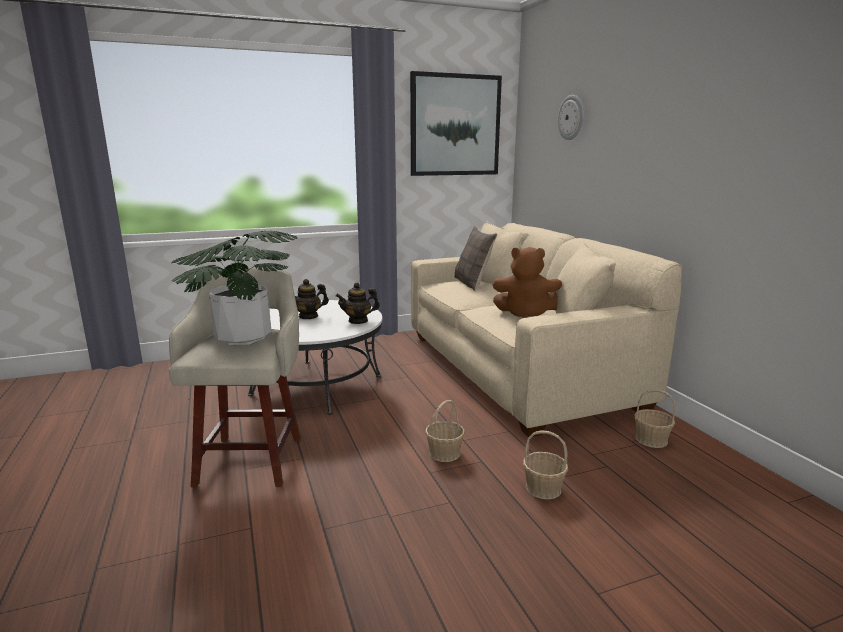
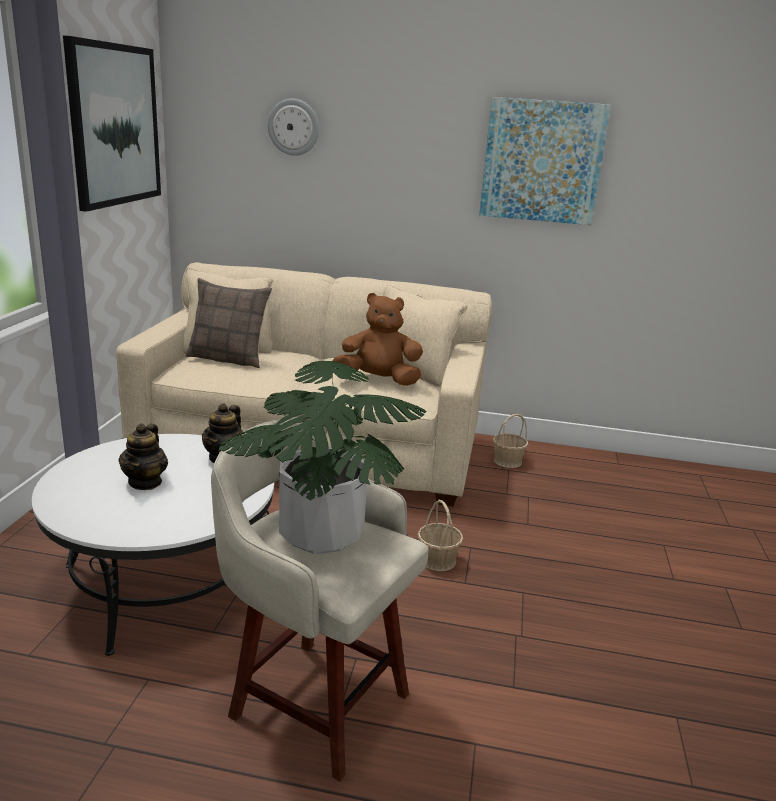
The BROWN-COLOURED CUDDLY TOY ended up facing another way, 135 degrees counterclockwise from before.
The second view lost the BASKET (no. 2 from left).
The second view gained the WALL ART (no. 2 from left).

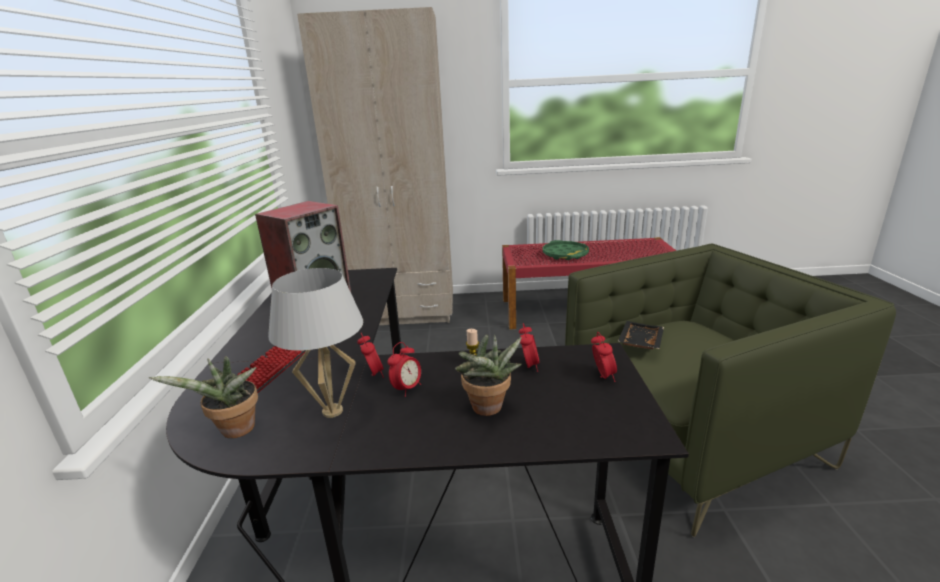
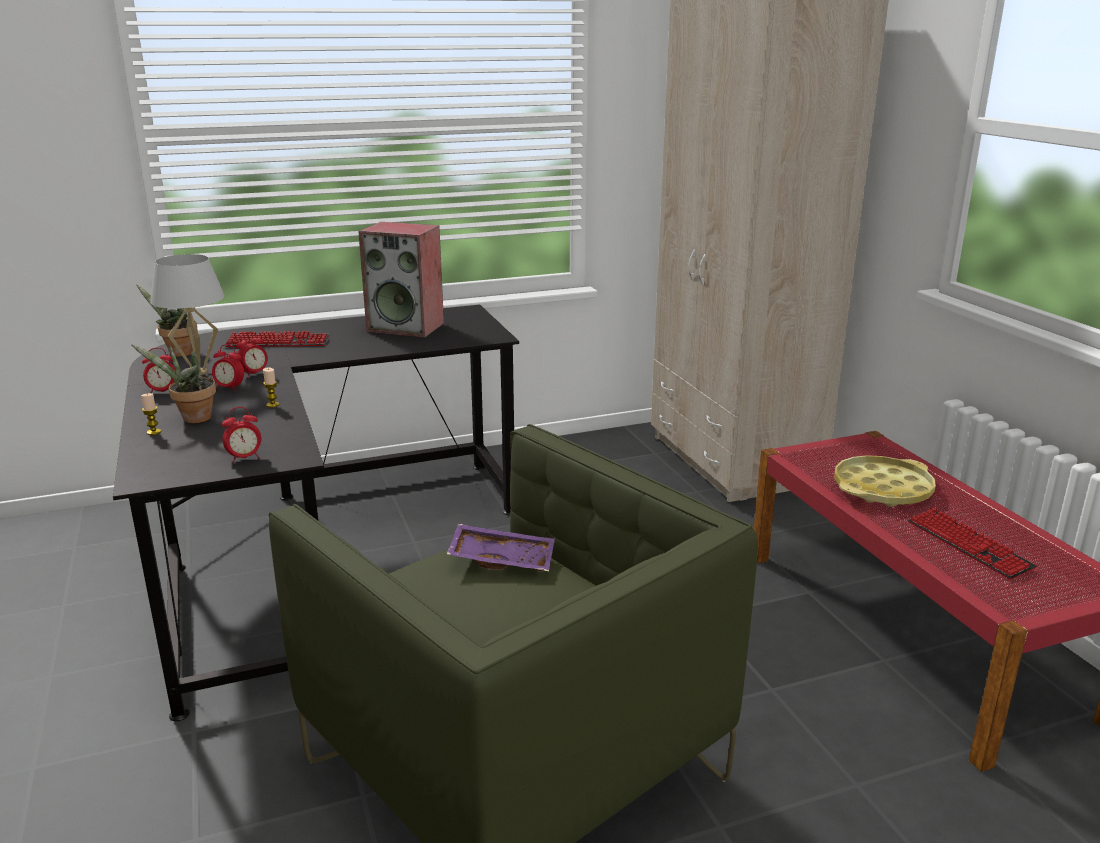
What was the GREEN SERVING TRAY turned into the YELLOWISH SERVING TRAY.
What was the BLACKISH SERVING TRAY turned into the PURPLE SERVING TRAY.
The BEDSIDE CLOCK (no. 3 from left in the first image) ended up elsewhere.
The second view gained the CANDLE (no. 1 from left).
The second view gained the KEYBOARD (no. 2 from left).

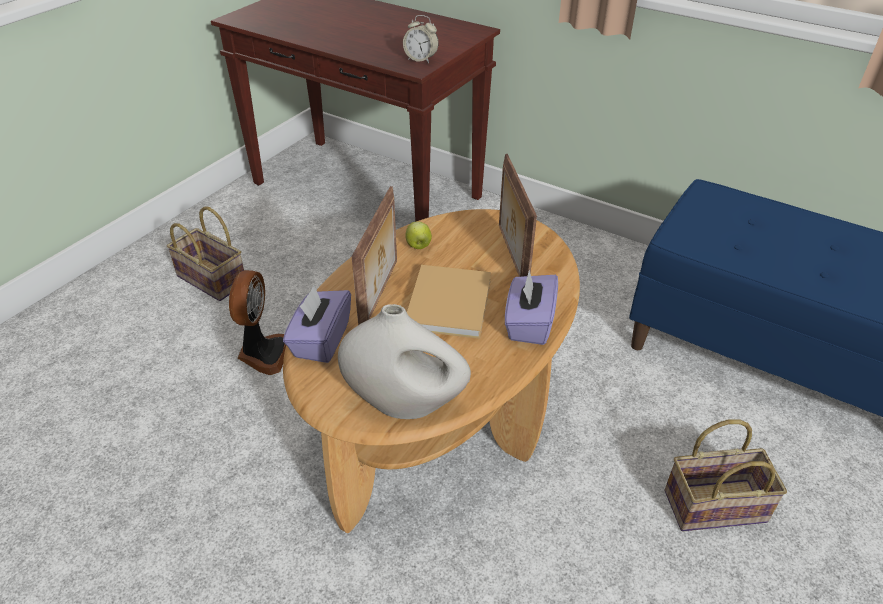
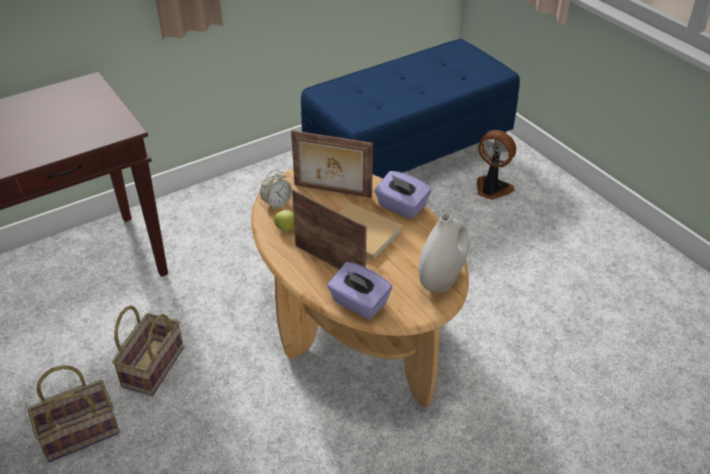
The BEDSIDE CLOCK ended up elsewhere.
The FAN ended up elsewhere.
The BASKET (no. 2 from left) ended up elsewhere.

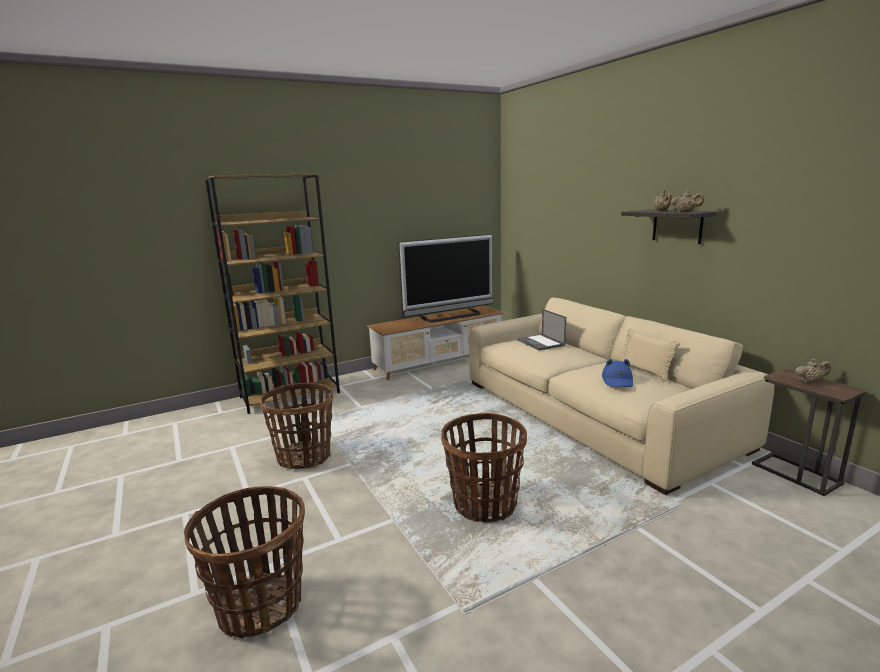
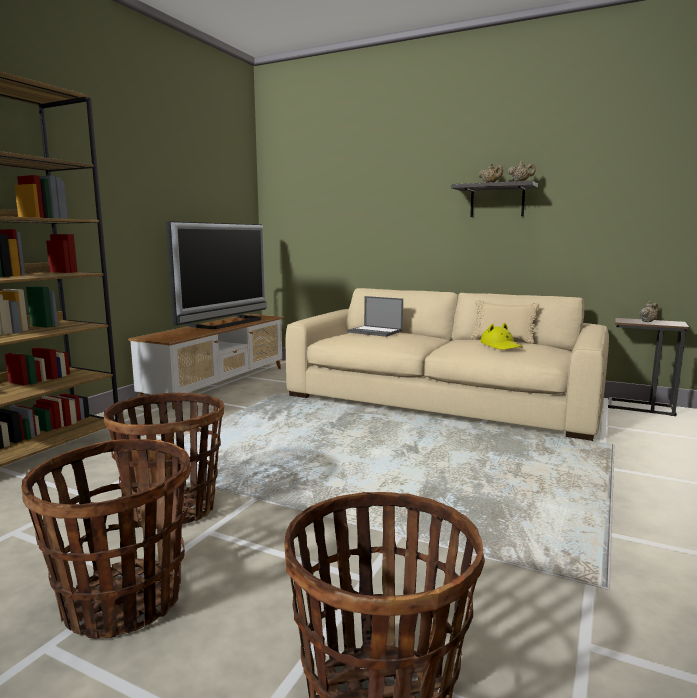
What was the BLUE HAT turned into the YELLOWISH HAT.
The BASKET (no. 3 from left in the first image) ended up elsewhere.

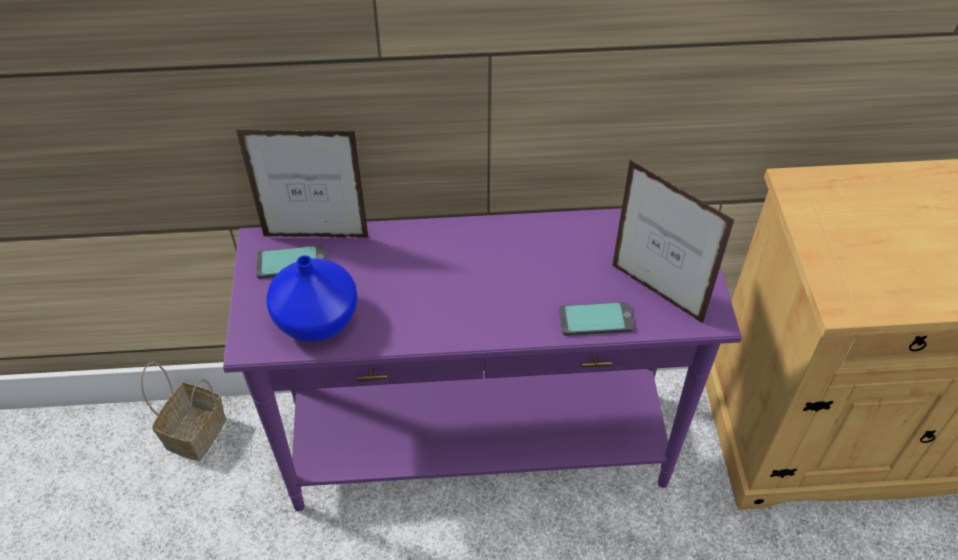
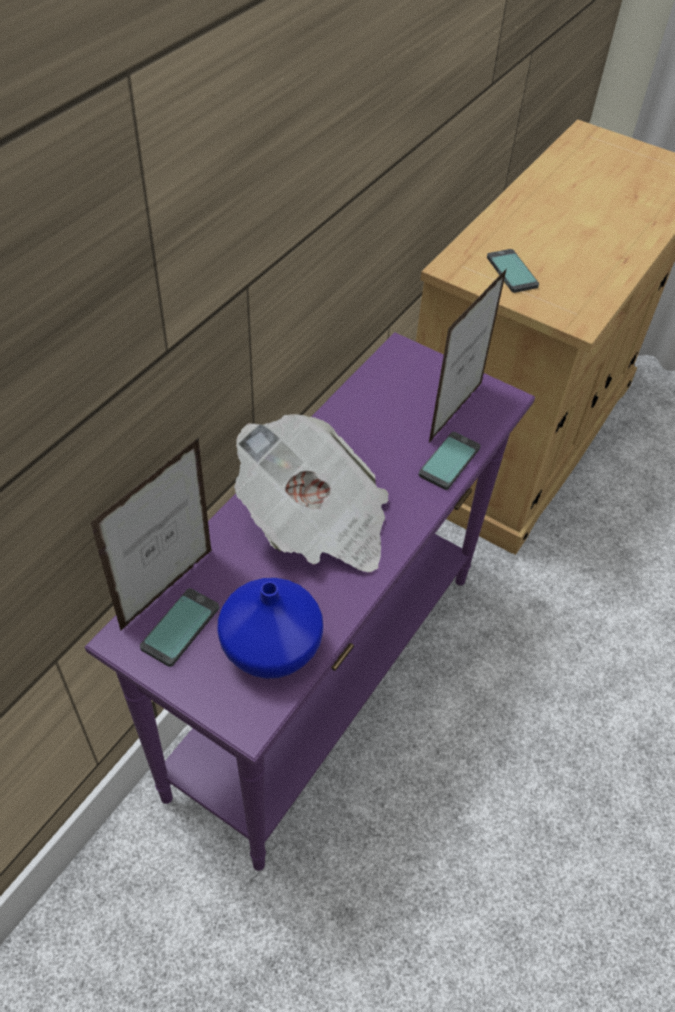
The PICTURE FRAME (no. 2 from left) ended up facing another way, 135 degrees clockwise from before.
The second view lost the BASKET.
The second view gained the PHONE (no. 3 from left).
The second view gained the NEWSPAPER.

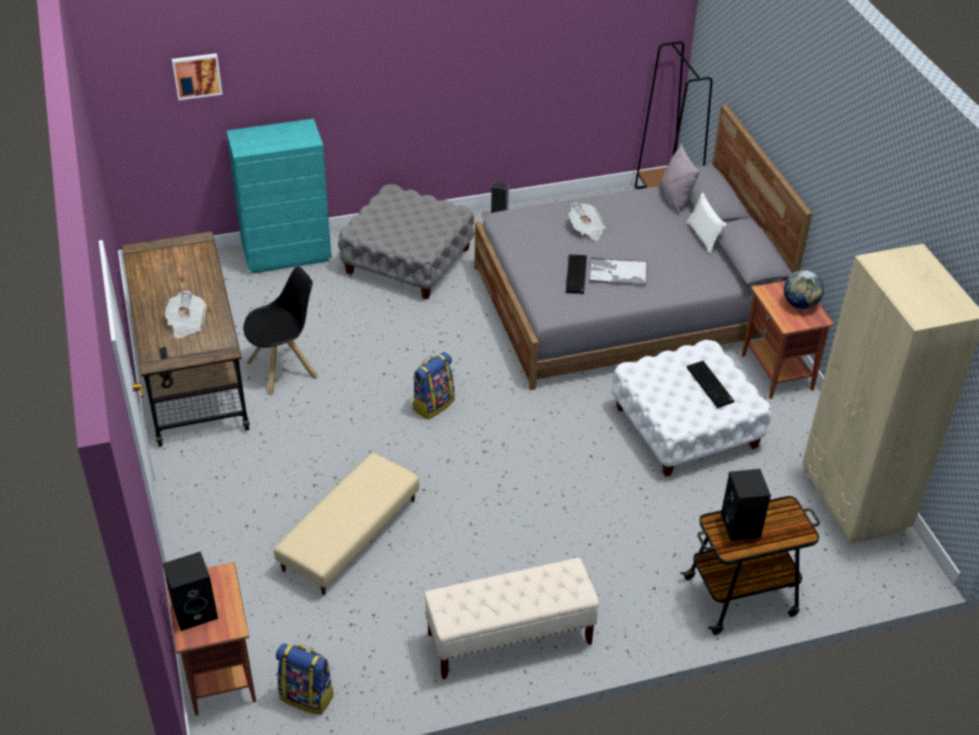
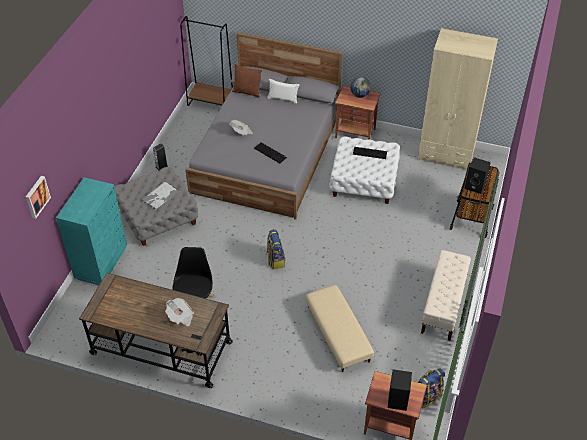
What was the PURPLE THROW PILLOW turned into the BROWN-COLOURED THROW PILLOW.
The SERVING TRAY ended up elsewhere.

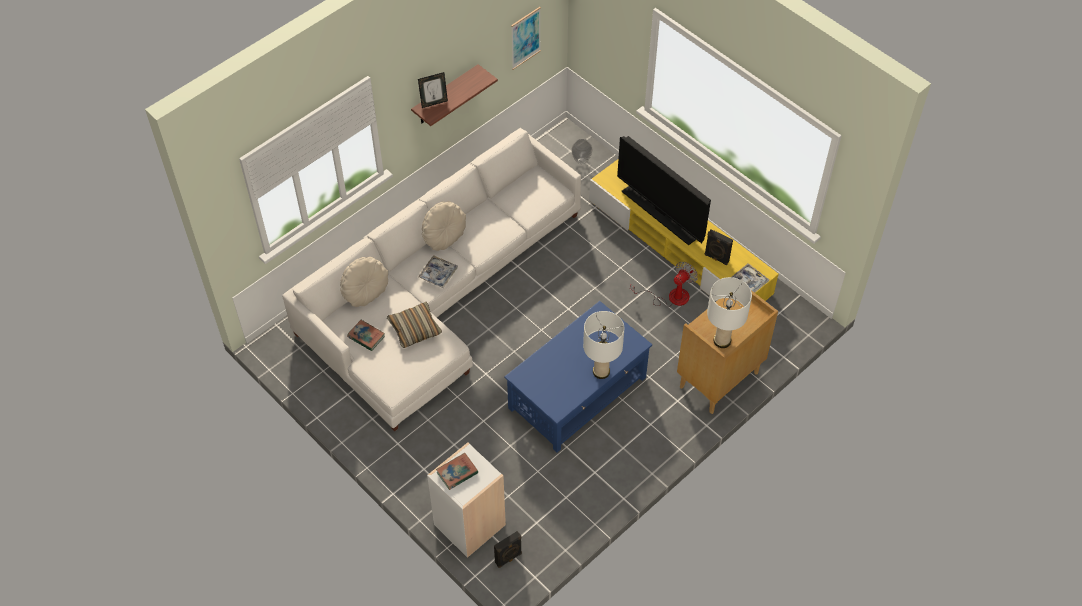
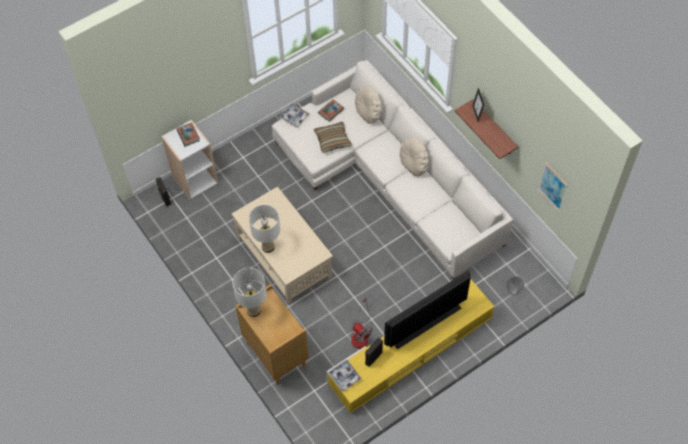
The SERVING TRAY (no. 1 from left) ended up elsewhere.
What was the BLUE LOUNGE TABLE turned into the BEIGE-COLOURED LOUNGE TABLE.

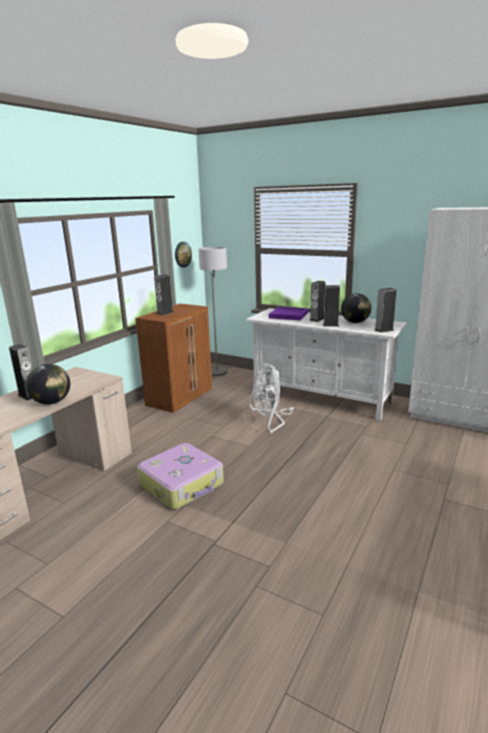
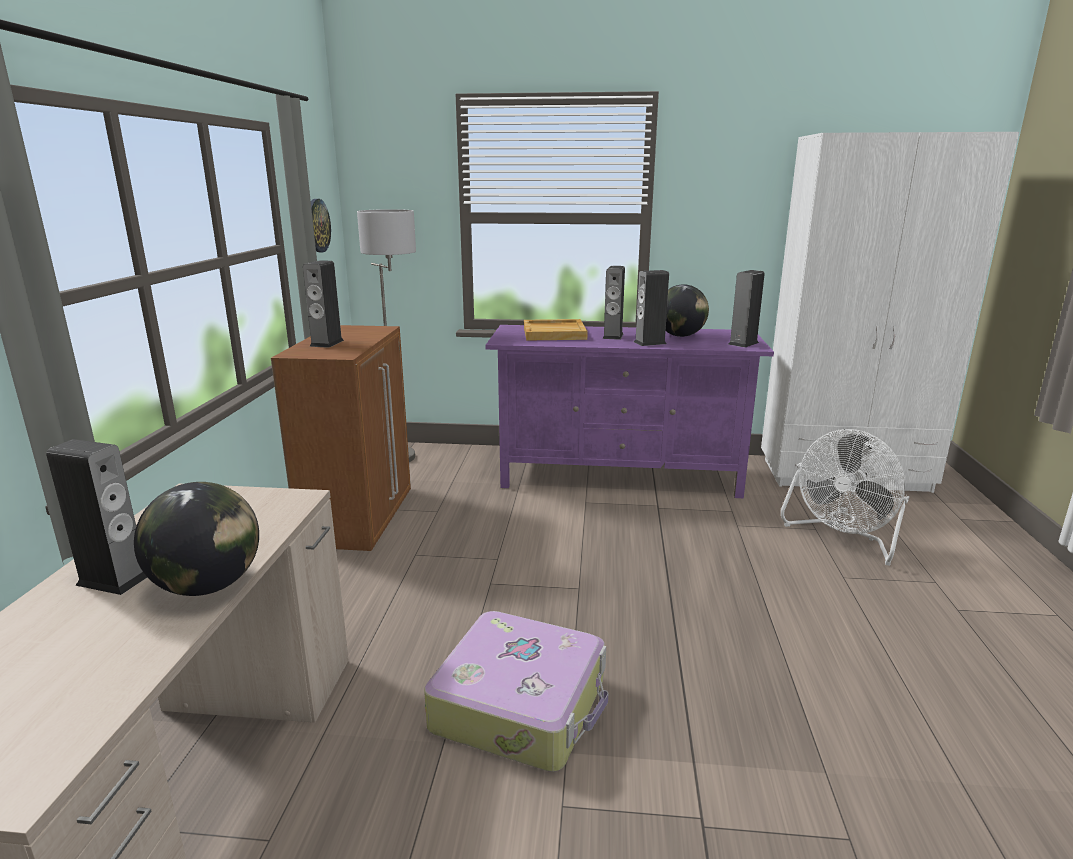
What was the PURPLE SERVING TRAY turned into the BEIGE-COLOURED SERVING TRAY.
What was the WHITE-COLOURED CHEST OF DRAWERS turned into the PURPLE CHEST OF DRAWERS.
The WHITE-COLOURED FAN ended up elsewhere.

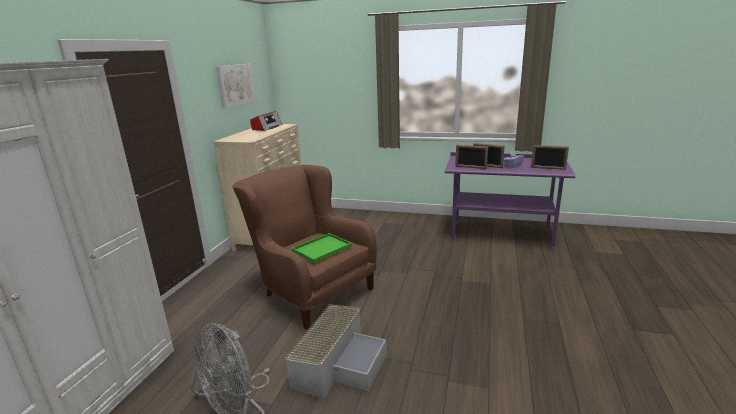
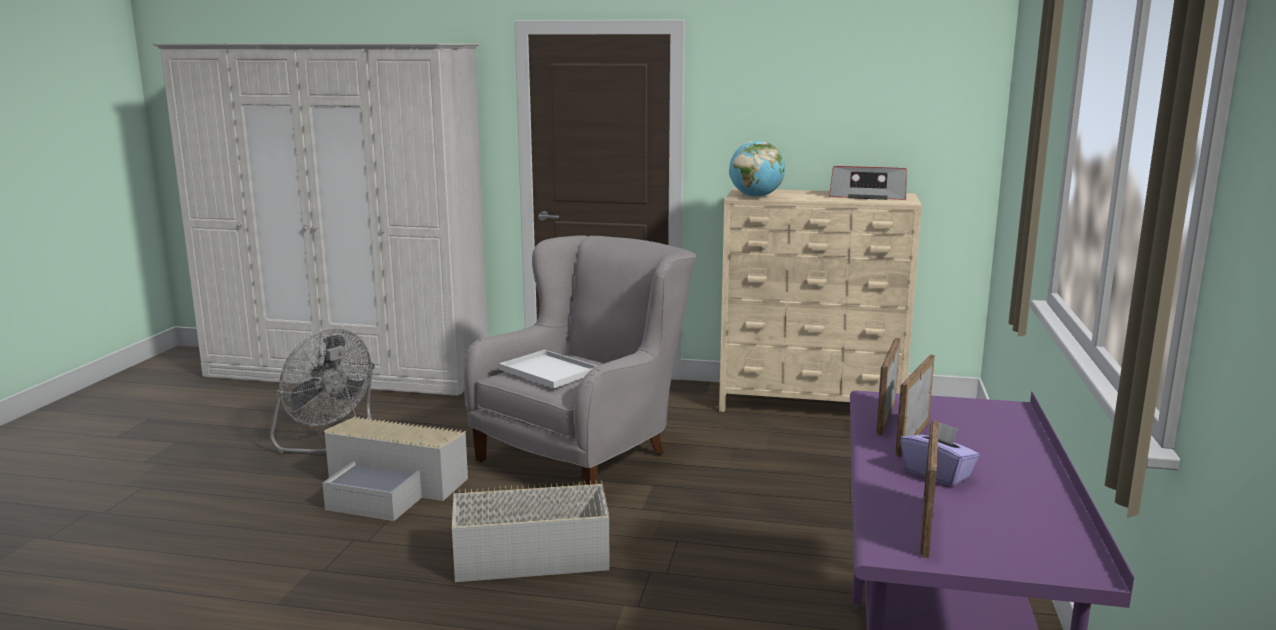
The second view lost the WALL ART.
What was the BROWN-COLOURED ARMCHAIR turned into the GRAY ARMCHAIR.
What was the GREEN SERVING TRAY turned into the WHITE-COLOURED SERVING TRAY.
The second view gained the WORLD GLOBE.
The second view gained the GRAY STORAGE BOX (no. 2 from left).

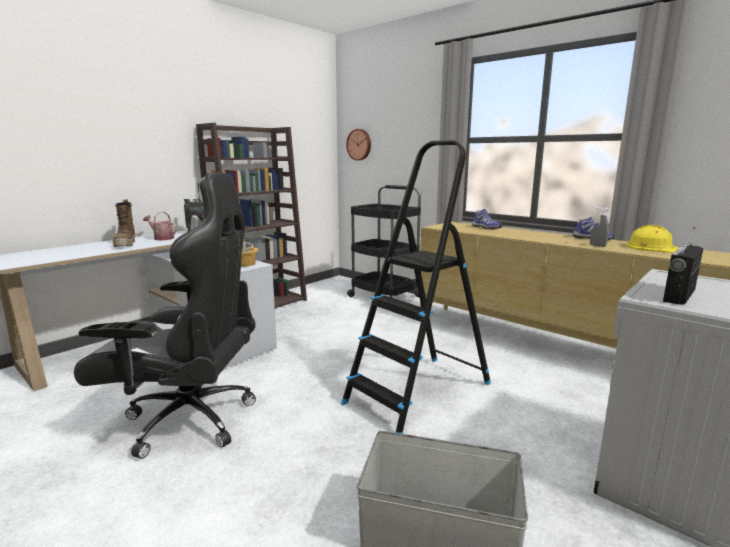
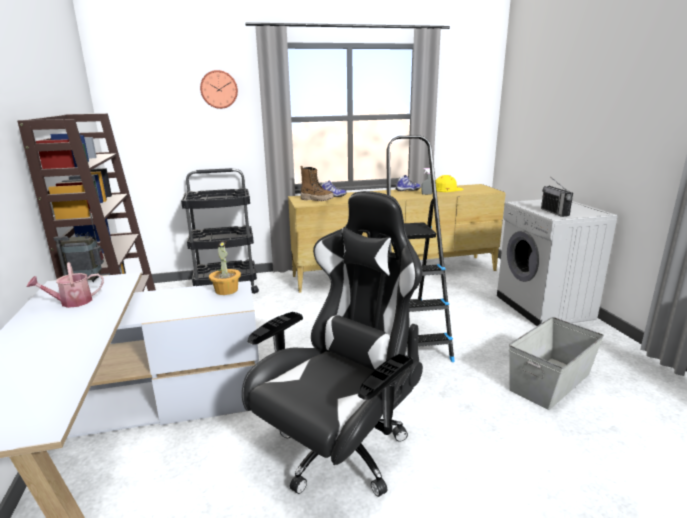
The HANGING CLOCK ended up elsewhere.
The TALL BOOT ended up elsewhere.

